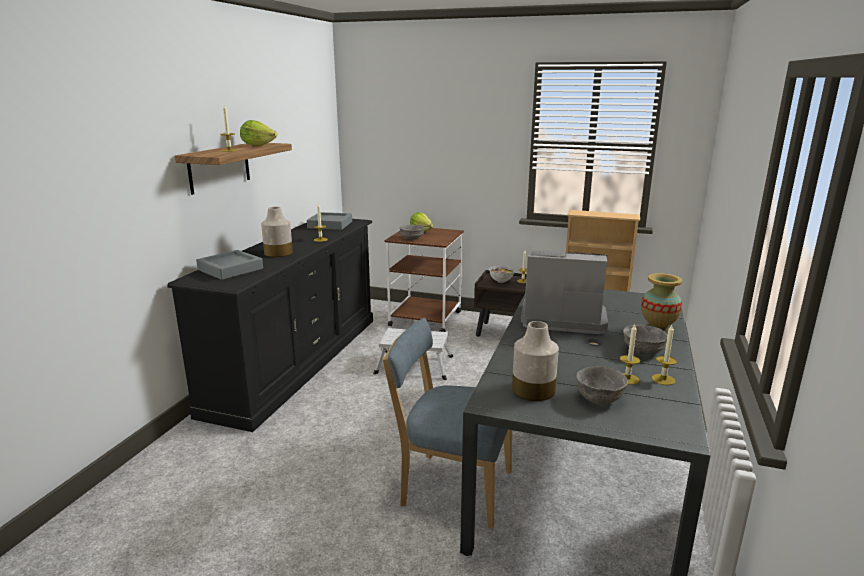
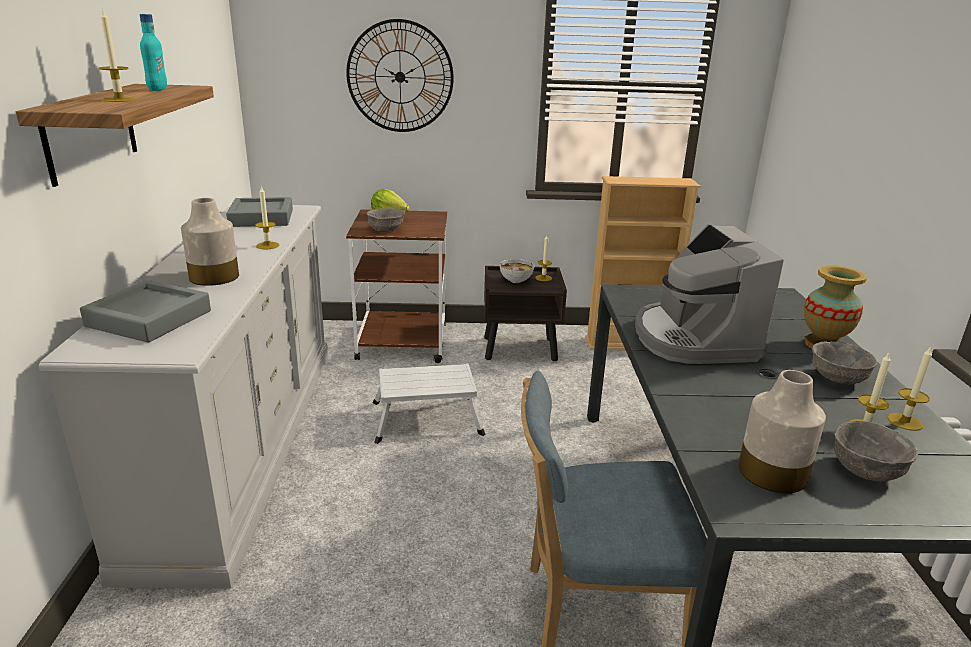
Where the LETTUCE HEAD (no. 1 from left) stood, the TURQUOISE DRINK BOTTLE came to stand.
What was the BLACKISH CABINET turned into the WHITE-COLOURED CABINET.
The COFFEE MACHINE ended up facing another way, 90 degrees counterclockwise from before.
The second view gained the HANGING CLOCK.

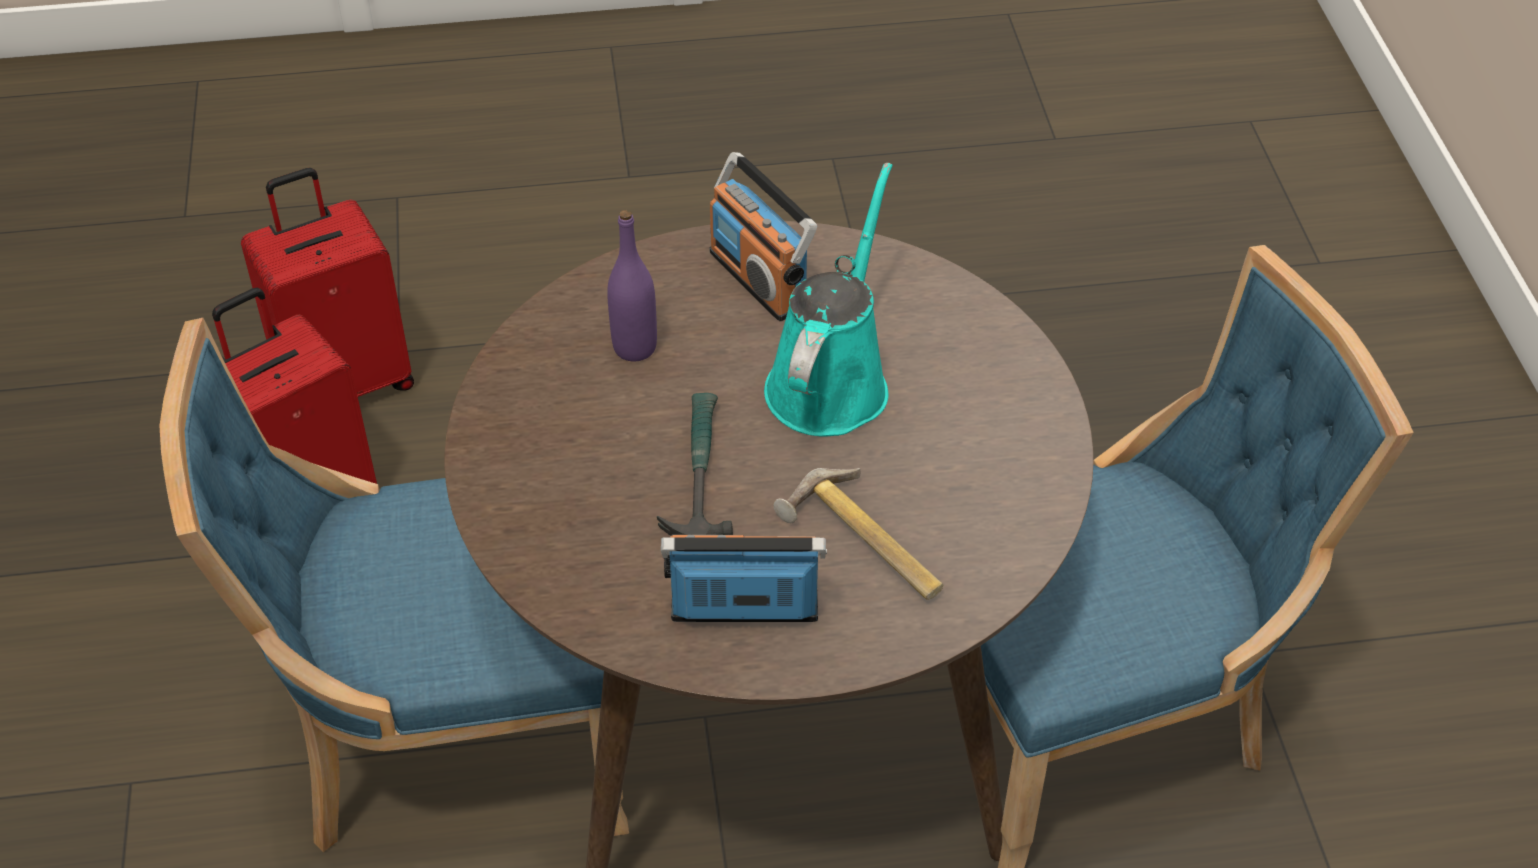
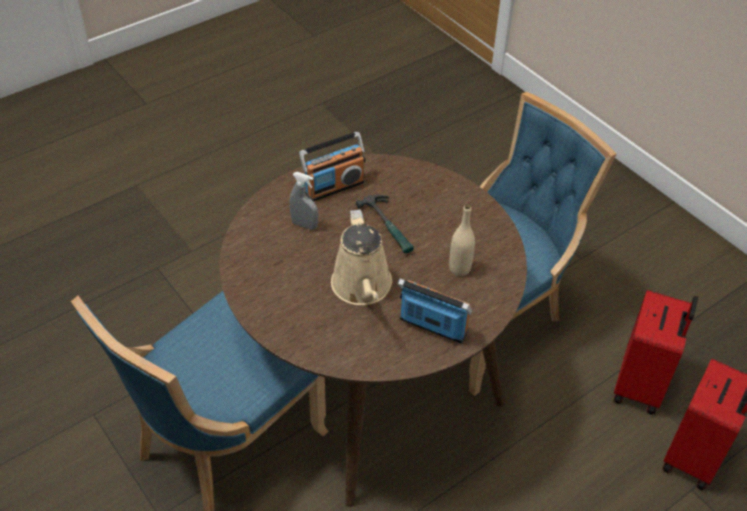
What was the TURQUOISE WATERING CAN turned into the BEIGE-COLOURED WATERING CAN.
What was the PURPLE DRINK BOTTLE turned into the BEIGE-COLOURED DRINK BOTTLE.
Where the TOOL HAMMER (no. 2 from left) stood, the GRAY HAND SPRAYER came to stand.

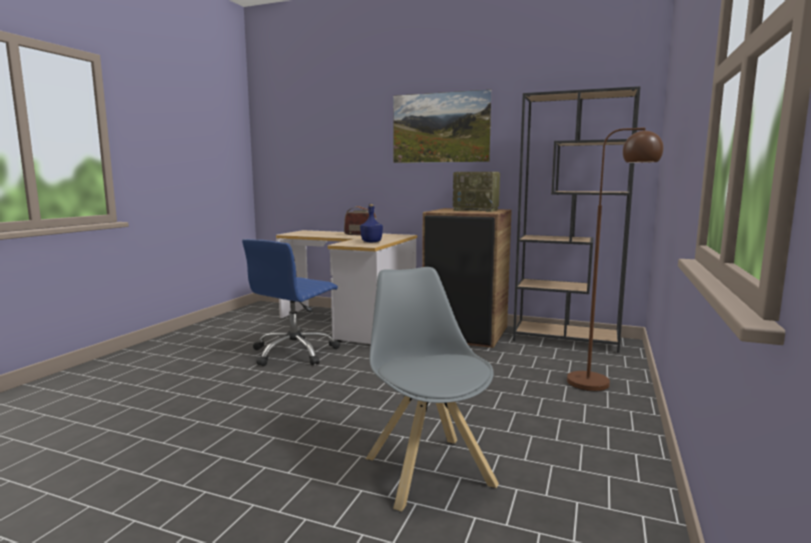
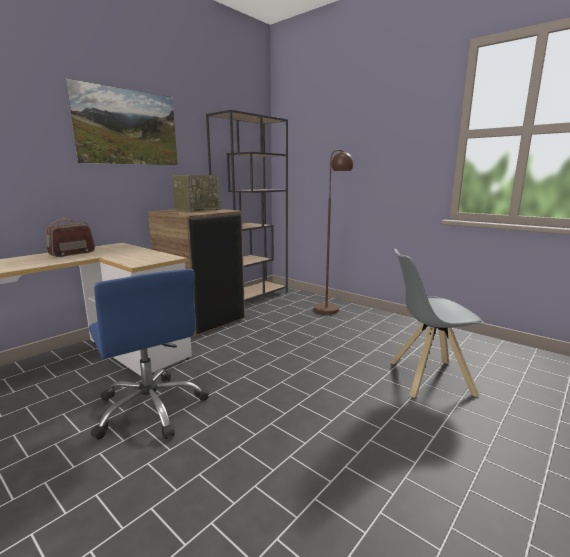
The second view lost the BLUE DRINK BOTTLE.

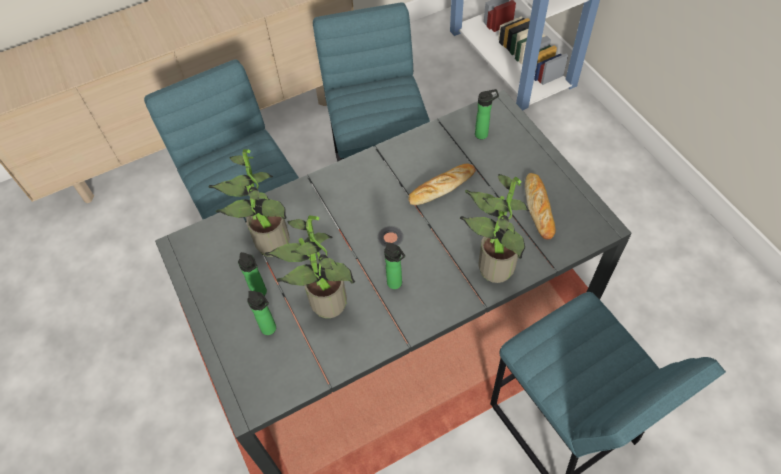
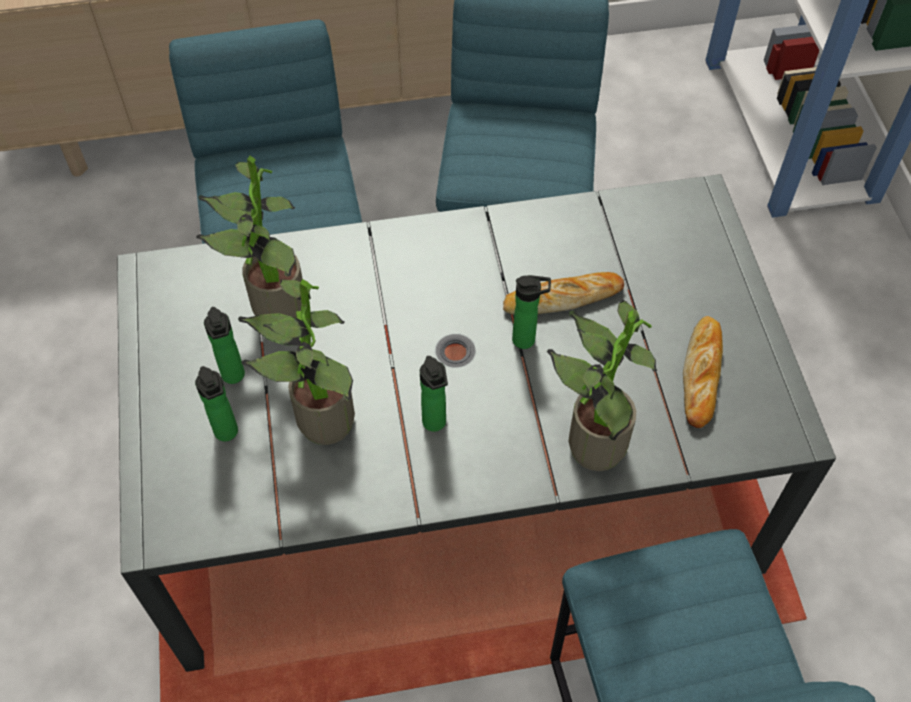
The DRINK BOTTLE (no. 4 from left) ended up elsewhere.

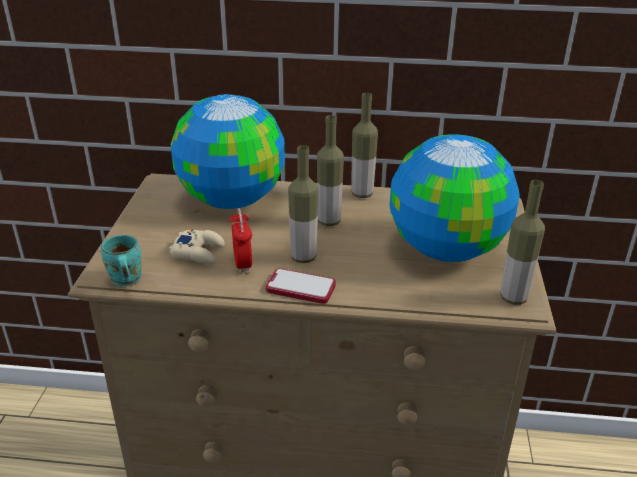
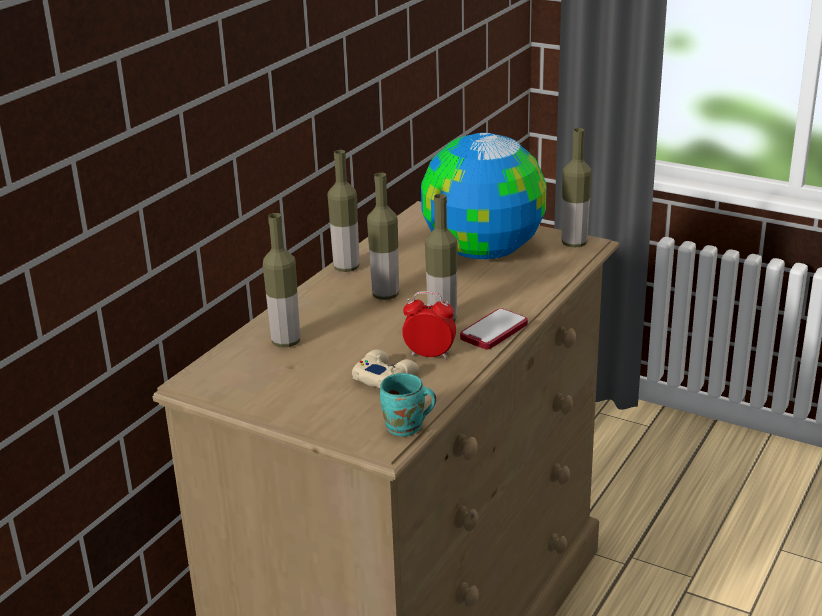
Where the WORLD GLOBE (no. 1 from left) stood, the DRINK BOTTLE (no. 1 from left) came to stand.

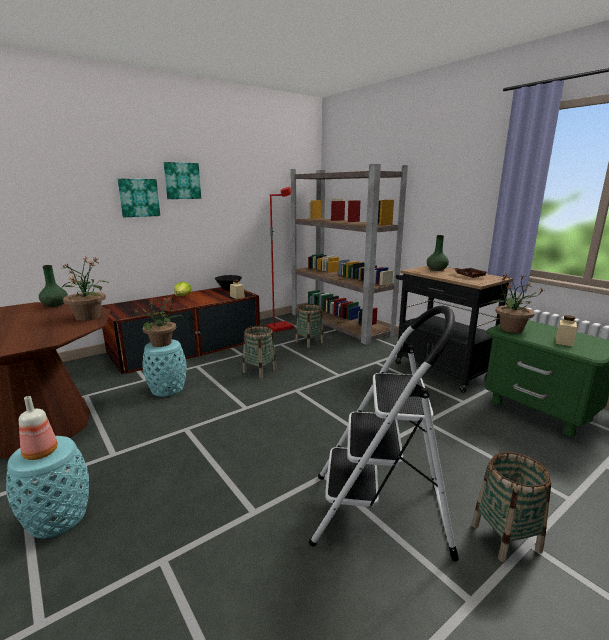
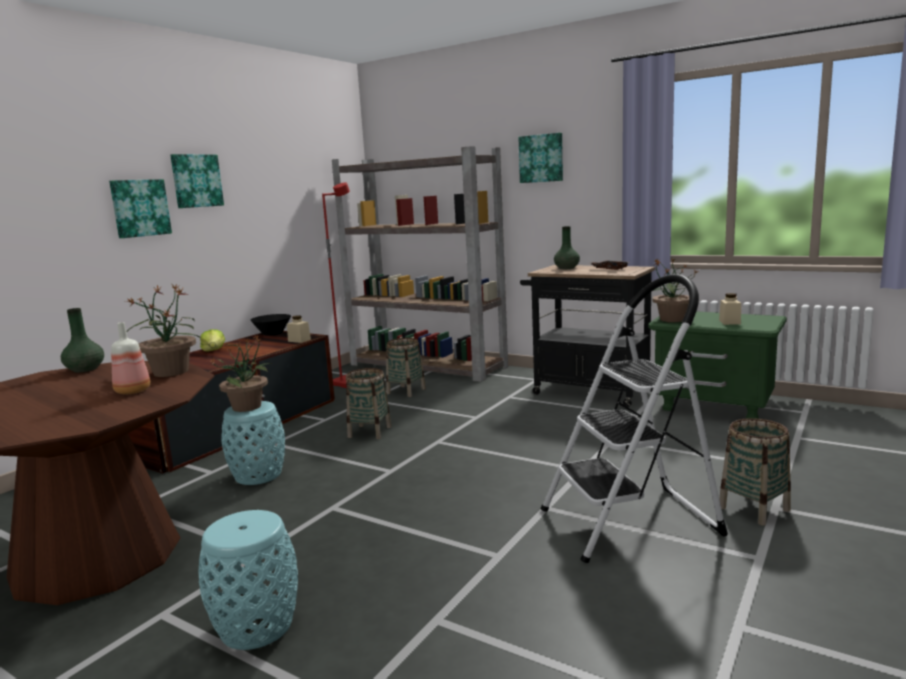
The DRINK BOTTLE ended up elsewhere.
The second view gained the WALL ART (no. 3 from left).

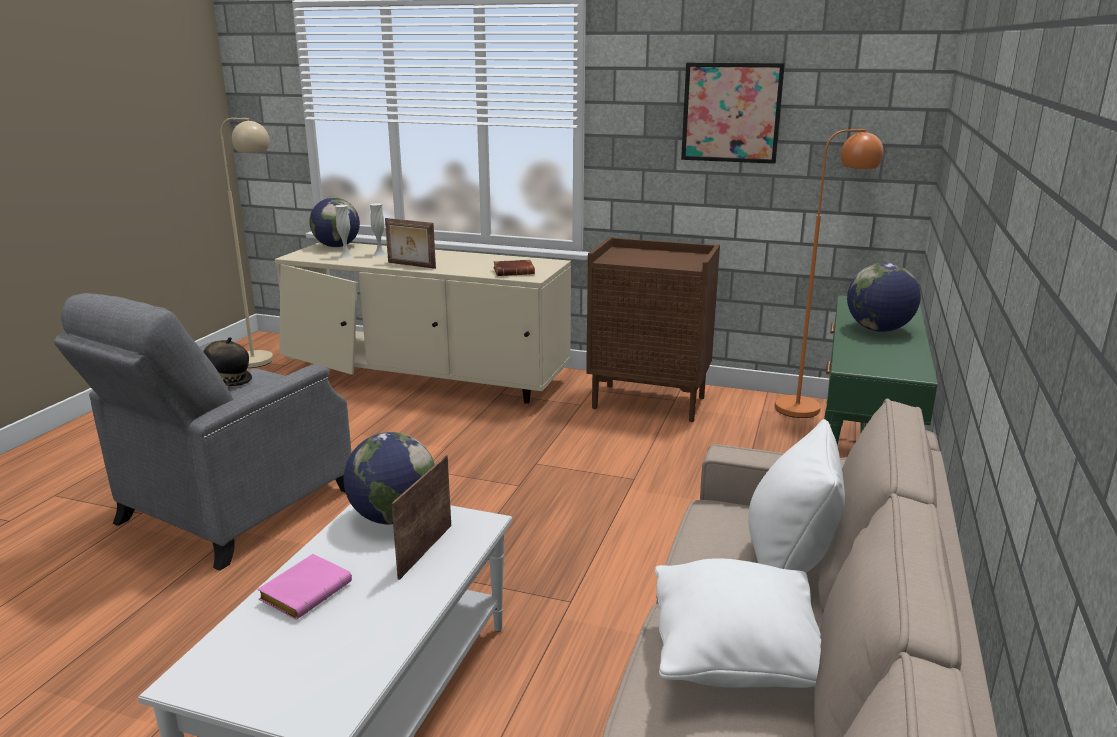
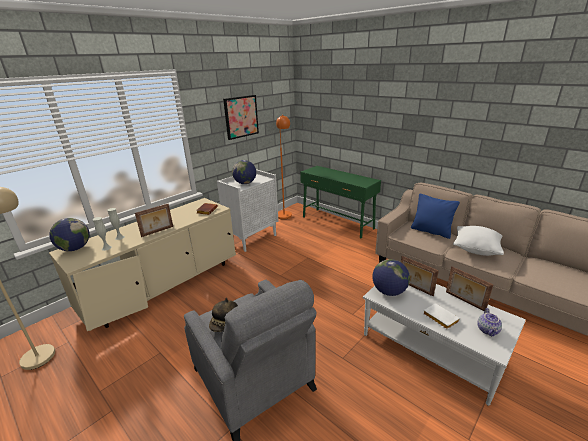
What was the BROWN-COLOURED CABINET turned into the WHITE-COLOURED CABINET.
The WORLD GLOBE (no. 3 from left in the first image) ended up elsewhere.
What was the WHITE-COLOURED THROW PILLOW (no. 2 from left) turned into the BLUE THROW PILLOW.
What was the PINK-COLOURED BOUND BOOK turned into the WHITE-COLOURED BOUND BOOK.
The second view gained the PICTURE FRAME (no. 3 from left).
The second view gained the POT FOR TEA.

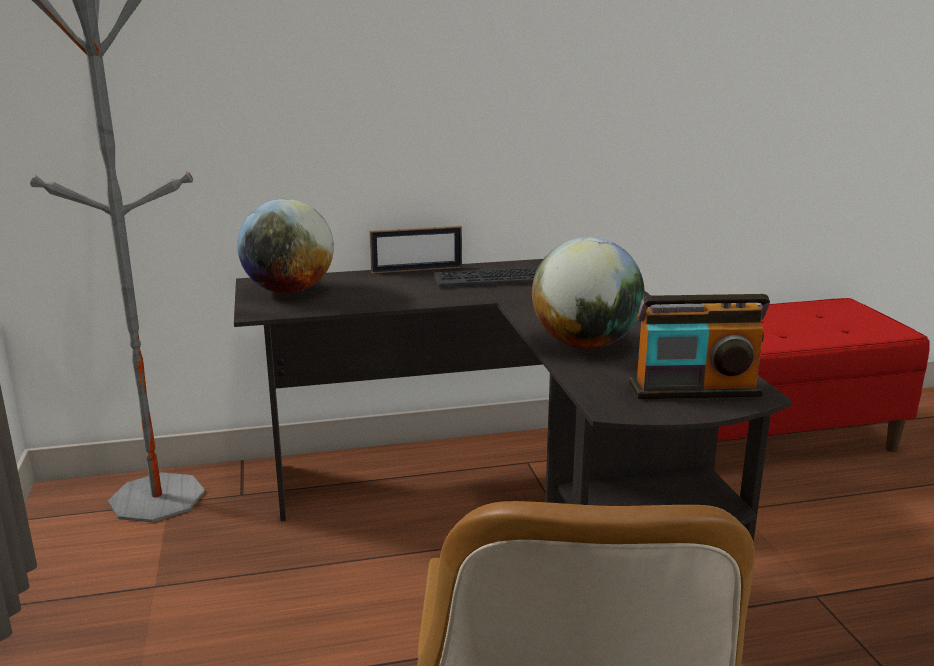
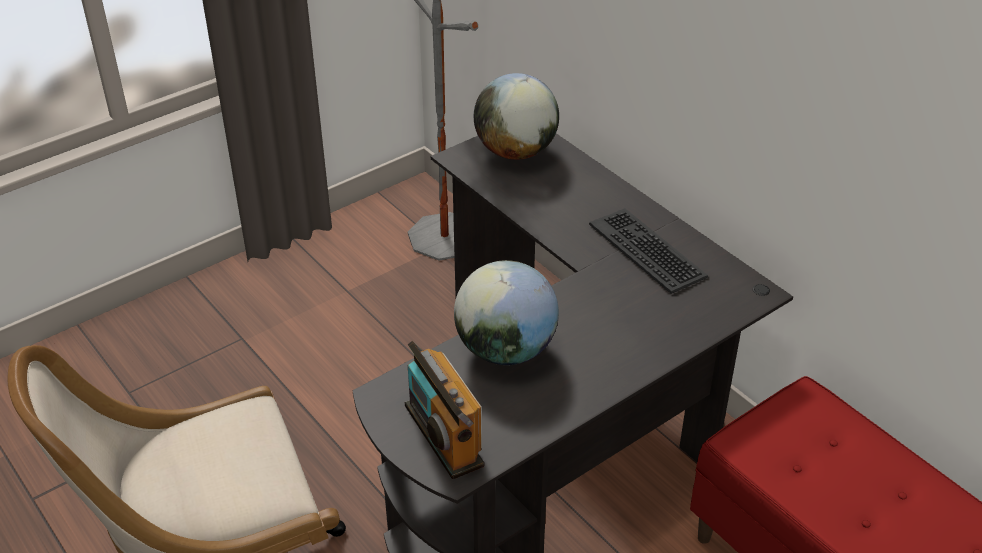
The second view lost the PICTURE FRAME.

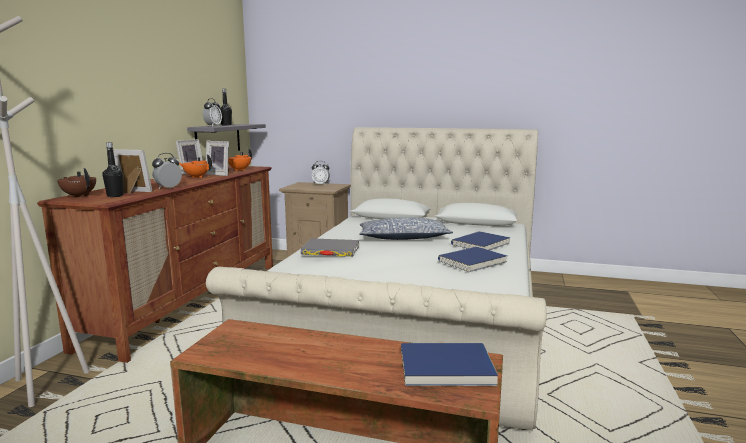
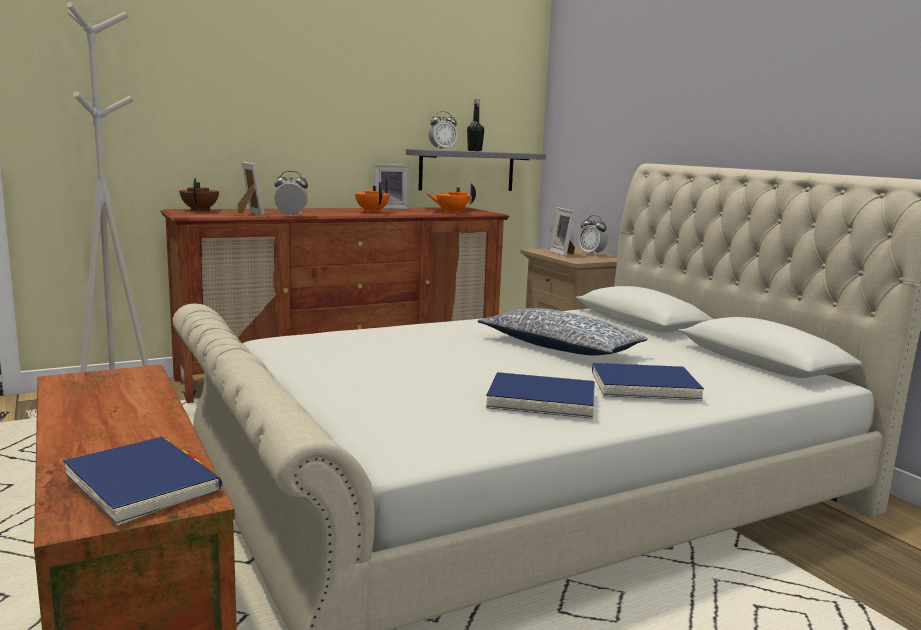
The PICTURE FRAME (no. 3 from left) ended up elsewhere.
The second view lost the BLACKISH DRINK BOTTLE (no. 1 from left).
The second view lost the GRAY BOUND BOOK.

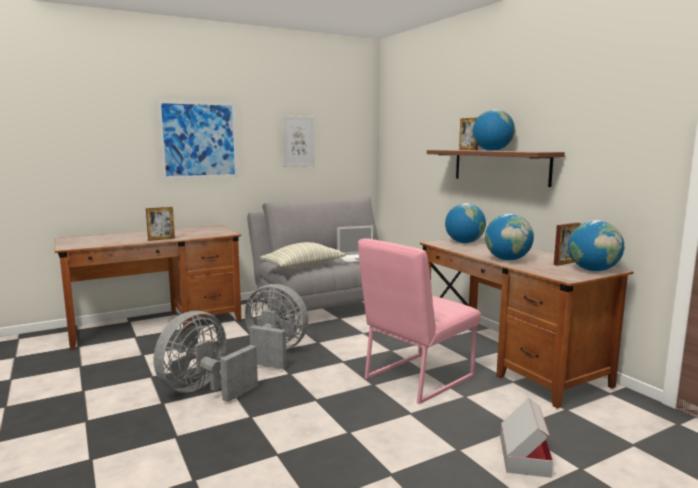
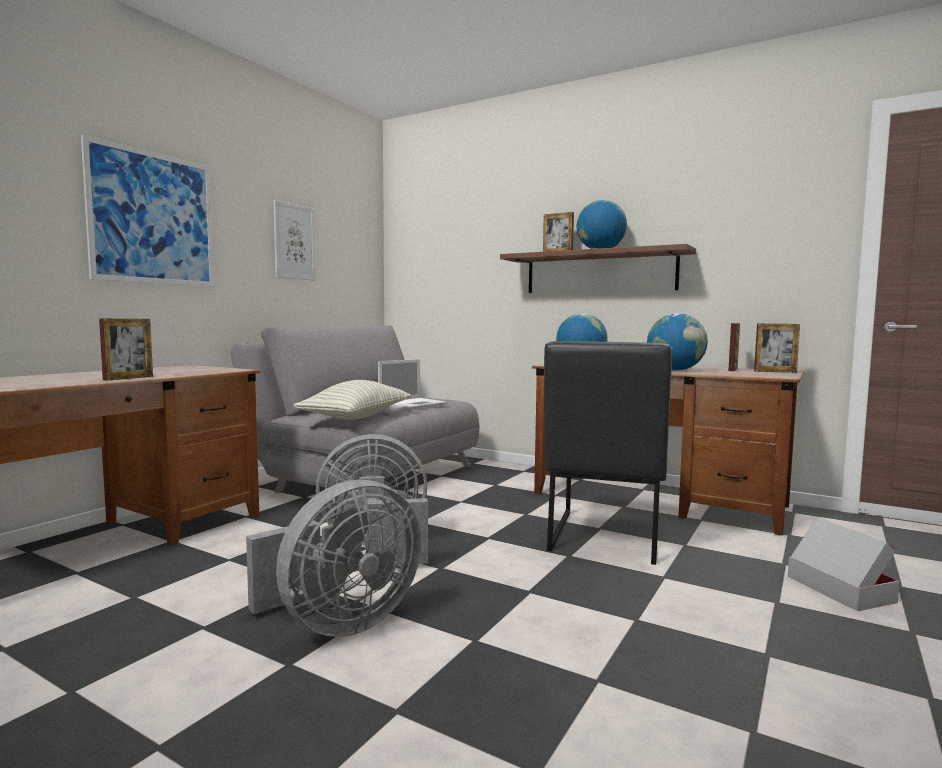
Where the WORLD GLOBE (no. 4 from left) stood, the PICTURE FRAME (no. 4 from left) came to stand.
What was the PINK-COLOURED PLAIN CHAIR turned into the GRAY PLAIN CHAIR.
The GRAY FAN (no. 1 from left) ended up facing another way, 135 degrees counterclockwise from before.

